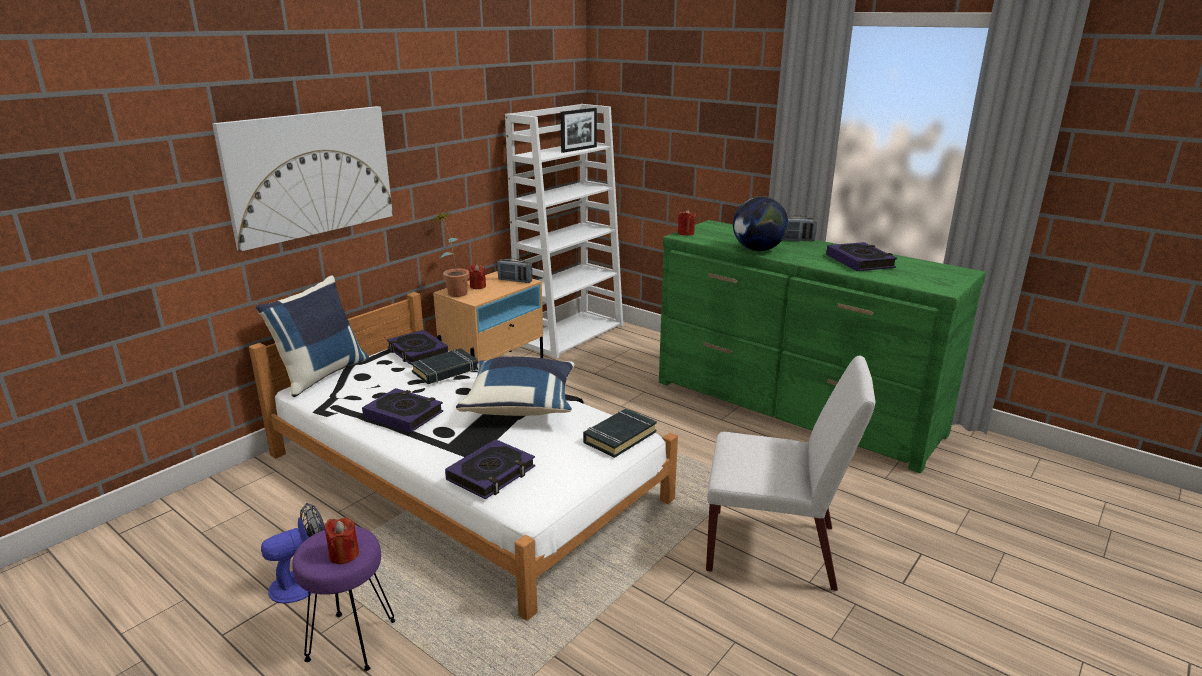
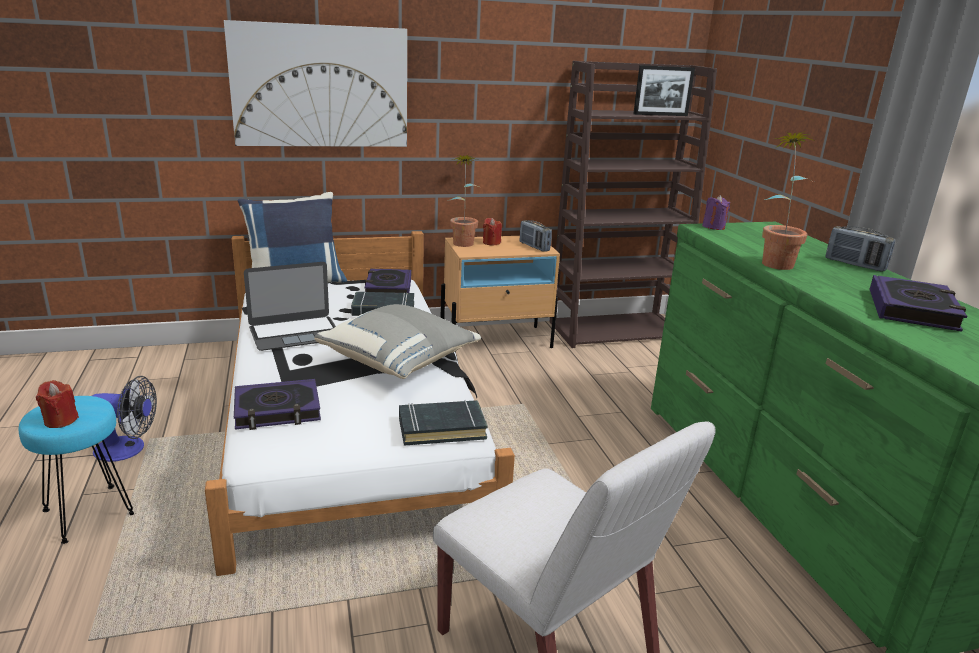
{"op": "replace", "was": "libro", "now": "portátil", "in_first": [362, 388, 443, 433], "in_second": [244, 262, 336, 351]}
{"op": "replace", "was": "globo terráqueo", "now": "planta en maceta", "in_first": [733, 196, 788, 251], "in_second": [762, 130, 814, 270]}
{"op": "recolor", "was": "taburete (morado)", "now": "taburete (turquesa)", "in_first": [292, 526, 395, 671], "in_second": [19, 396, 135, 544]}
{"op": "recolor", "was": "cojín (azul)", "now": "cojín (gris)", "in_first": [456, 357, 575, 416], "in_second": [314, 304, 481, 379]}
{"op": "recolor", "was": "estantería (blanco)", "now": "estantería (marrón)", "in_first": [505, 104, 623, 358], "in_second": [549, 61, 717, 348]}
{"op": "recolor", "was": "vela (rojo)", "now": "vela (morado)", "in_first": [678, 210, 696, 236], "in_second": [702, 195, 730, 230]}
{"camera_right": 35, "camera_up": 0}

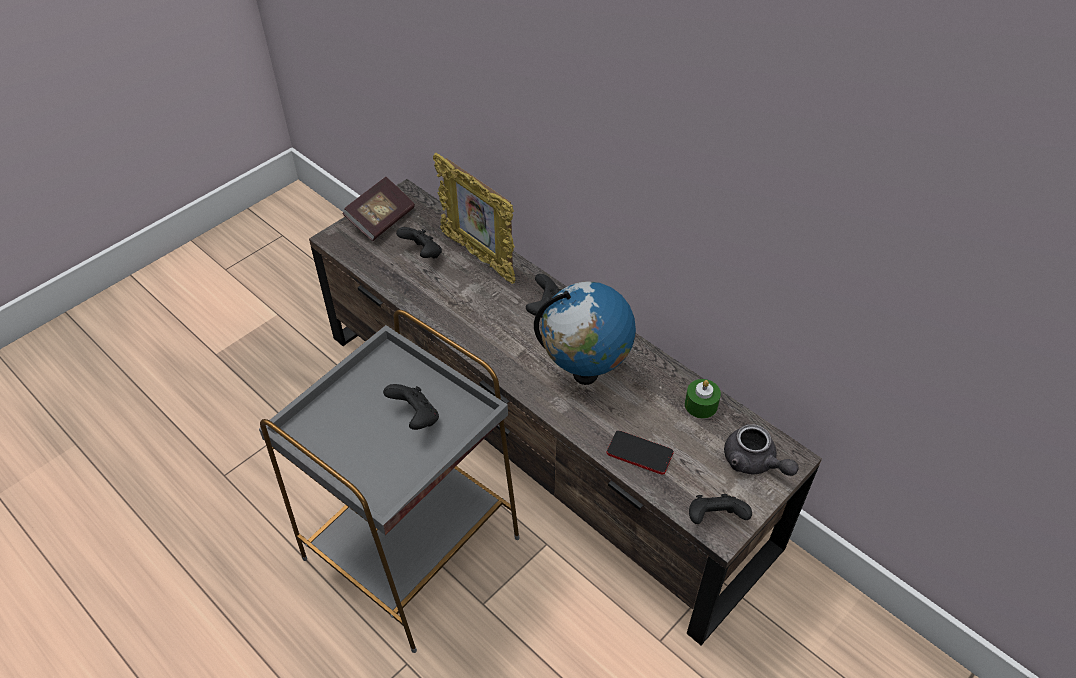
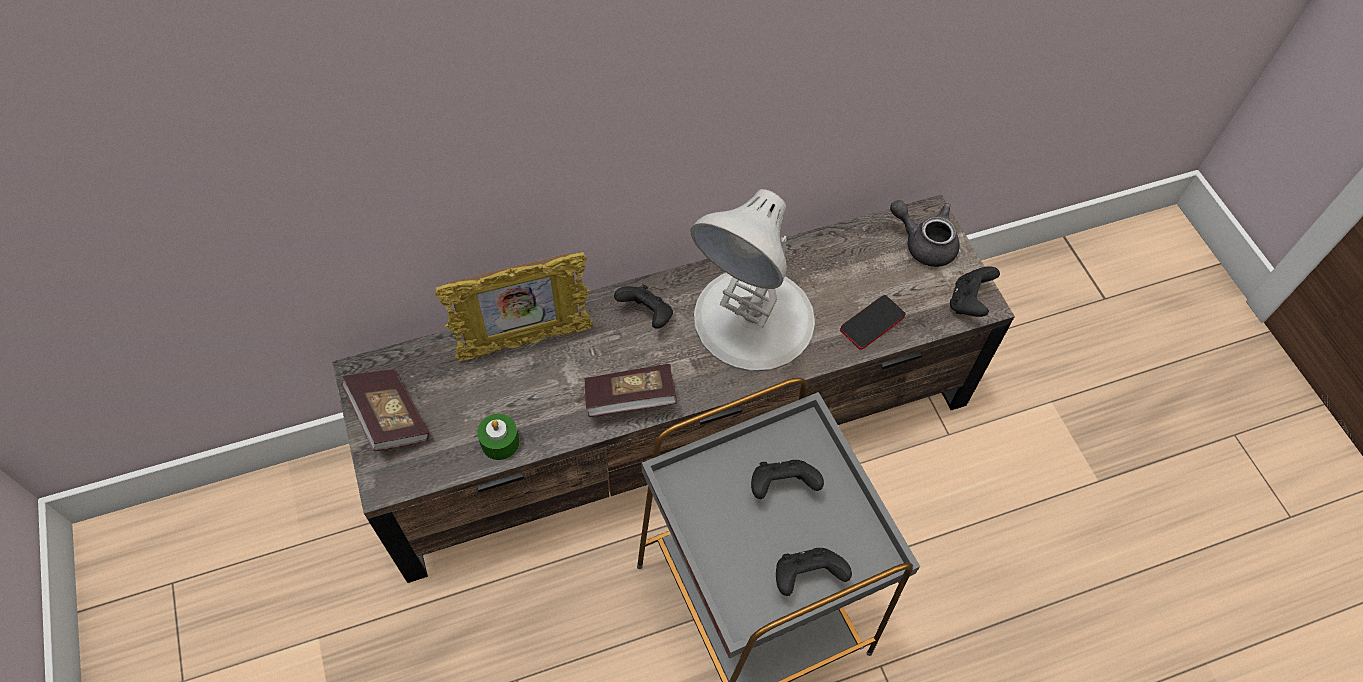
{"op": "insert", "now": "libro", "in_second": [585, 364, 677, 417]}
{"op": "move", "was": "mando de consola (negro)", "in_first": [396, 227, 442, 259], "in_second": [776, 548, 852, 596]}
{"op": "move", "was": "vela (verde)", "in_first": [685, 379, 721, 419], "in_second": [477, 414, 520, 460]}
{"op": "replace", "was": "globo terráqueo", "now": "lámpara de mesa (blanco)", "in_first": [534, 282, 636, 385], "in_second": [691, 189, 815, 371]}
{"op": "rotate", "was": "tetera (gris)", "in_first": [724, 424, 799, 476], "in_second": [890, 200, 960, 267], "clockwise": -135}
{"camera_right": -65, "camera_up": 10}

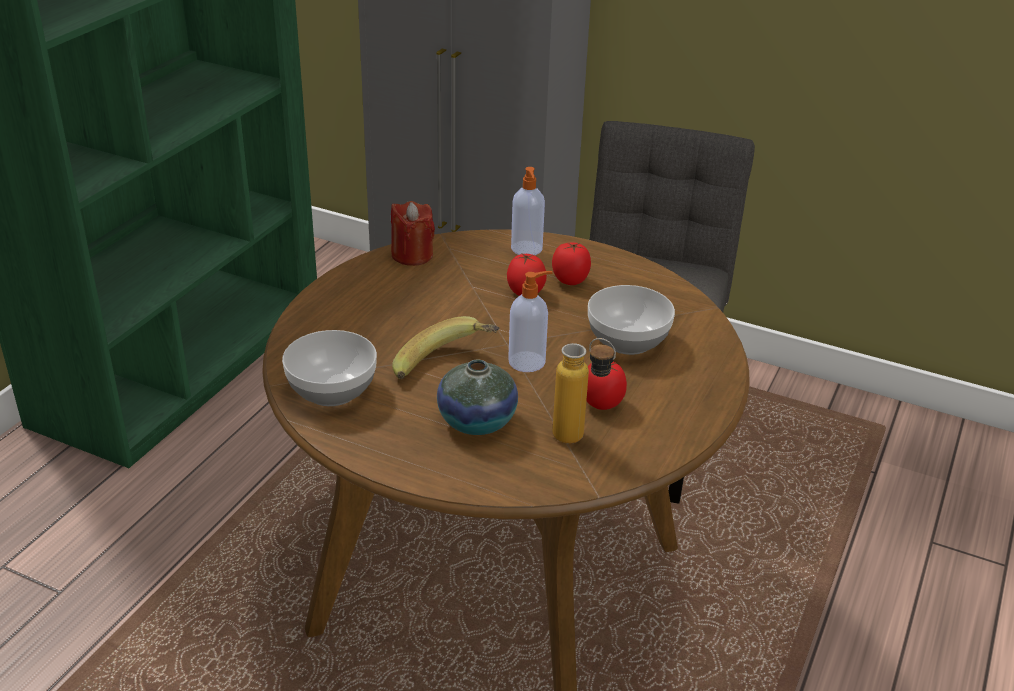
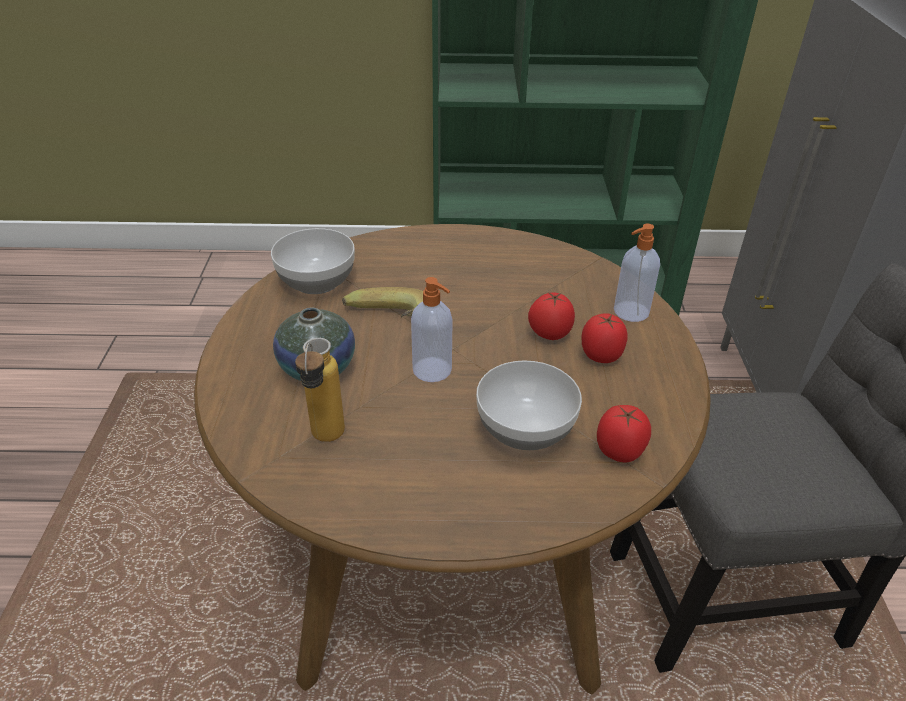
{"op": "delete", "was": "vela (rojo)", "in_first": [391, 201, 435, 266]}
{"op": "move", "was": "tomate", "in_first": [586, 362, 627, 410], "in_second": [597, 405, 651, 462]}
{"camera_right": 65, "camera_up": 5}

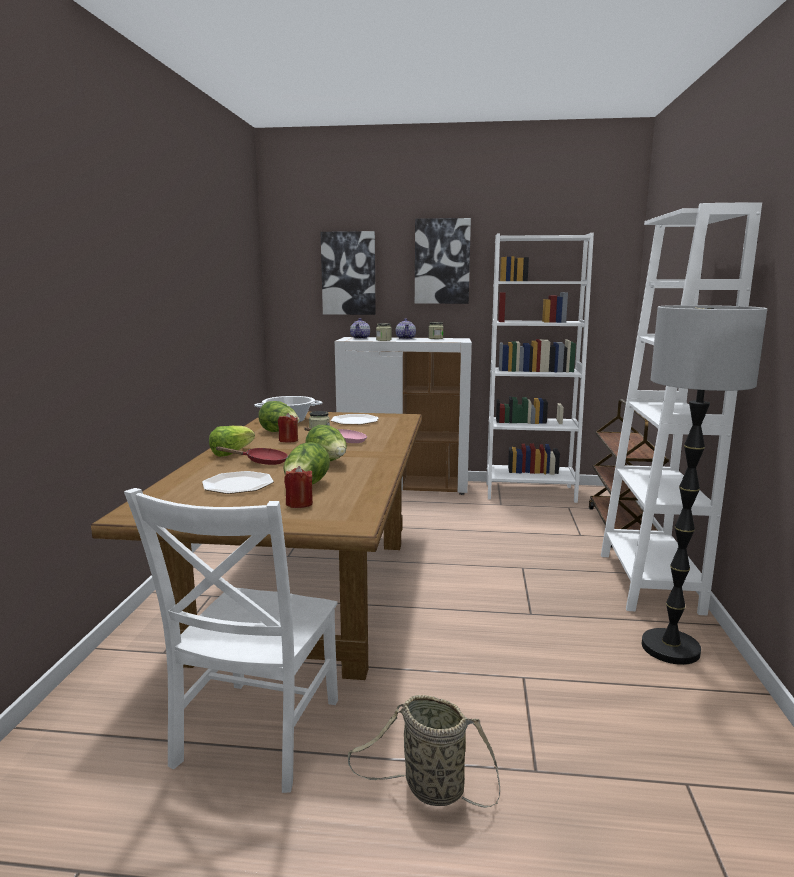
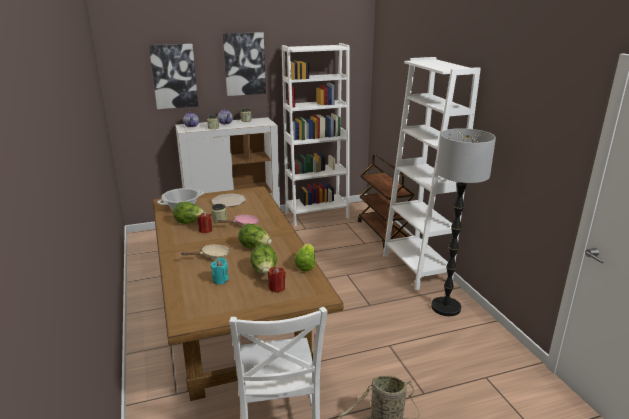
{"op": "move", "was": "lechuga", "in_first": [209, 426, 255, 457], "in_second": [294, 243, 315, 271]}
{"op": "replace", "was": "plato", "now": "vela (turquesa)", "in_first": [202, 471, 274, 494], "in_second": [211, 258, 229, 284]}
{"op": "recolor", "was": "sartén (rojo)", "now": "sartén (beis)", "in_first": [216, 446, 288, 465], "in_second": [182, 244, 230, 259]}
{"camera_right": -25, "camera_up": 10}

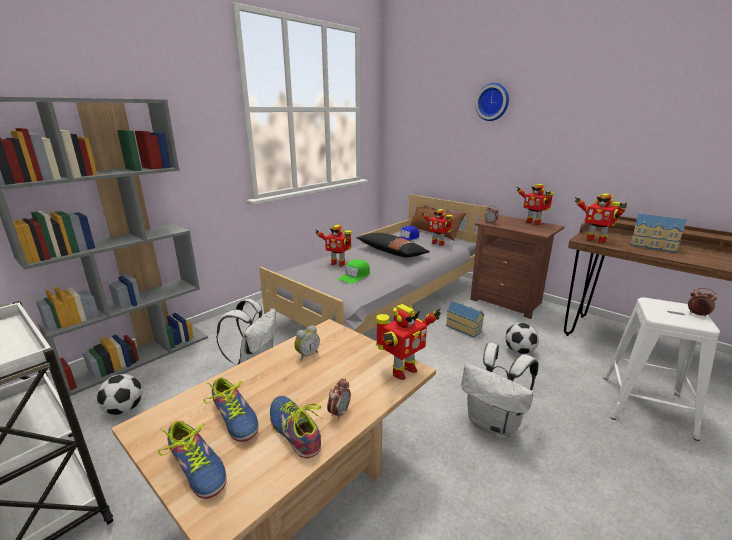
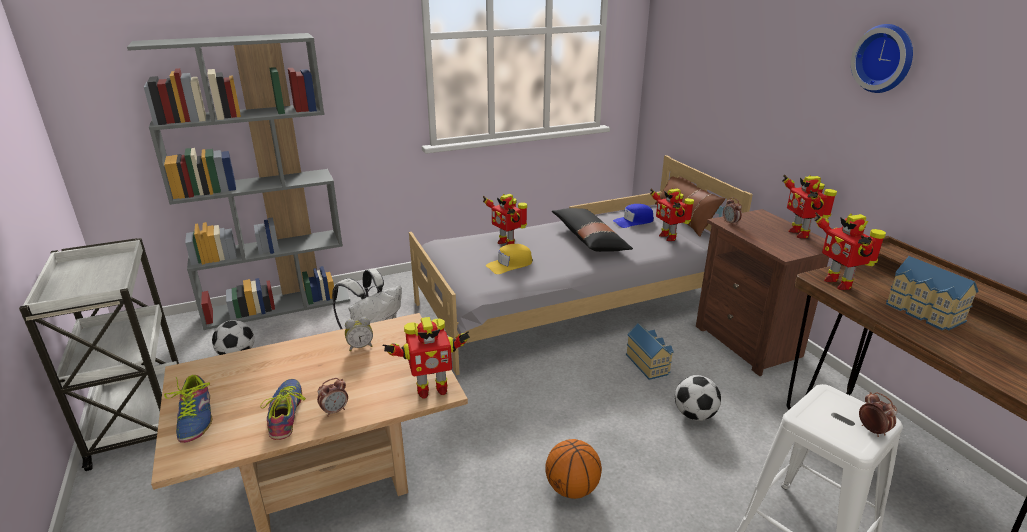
{"op": "delete", "was": "zapato", "in_first": [203, 378, 259, 442]}
{"op": "move", "was": "reloj de pared", "in_first": [475, 83, 509, 121], "in_second": [851, 24, 913, 93]}
{"op": "replace", "was": "mochila (blanco)", "now": "balón de baloncesto", "in_first": [461, 343, 539, 439], "in_second": [545, 439, 602, 499]}
{"op": "recolor", "was": "gorra (verde)", "now": "gorra (amarillo)", "in_first": [338, 259, 370, 284], "in_second": [486, 244, 533, 274]}
{"camera_right": 25, "camera_up": 5}

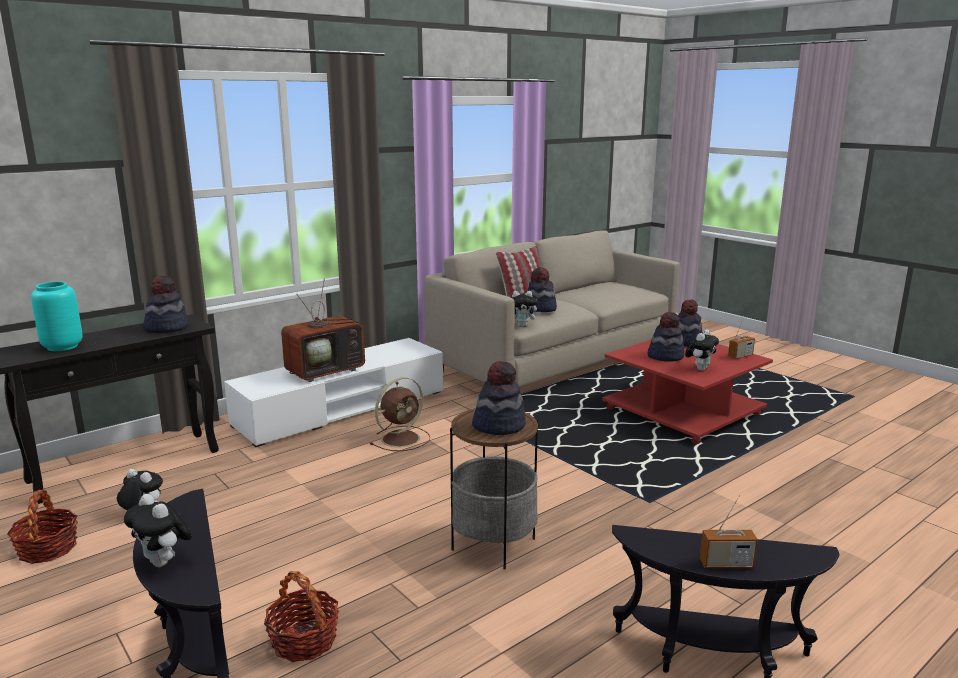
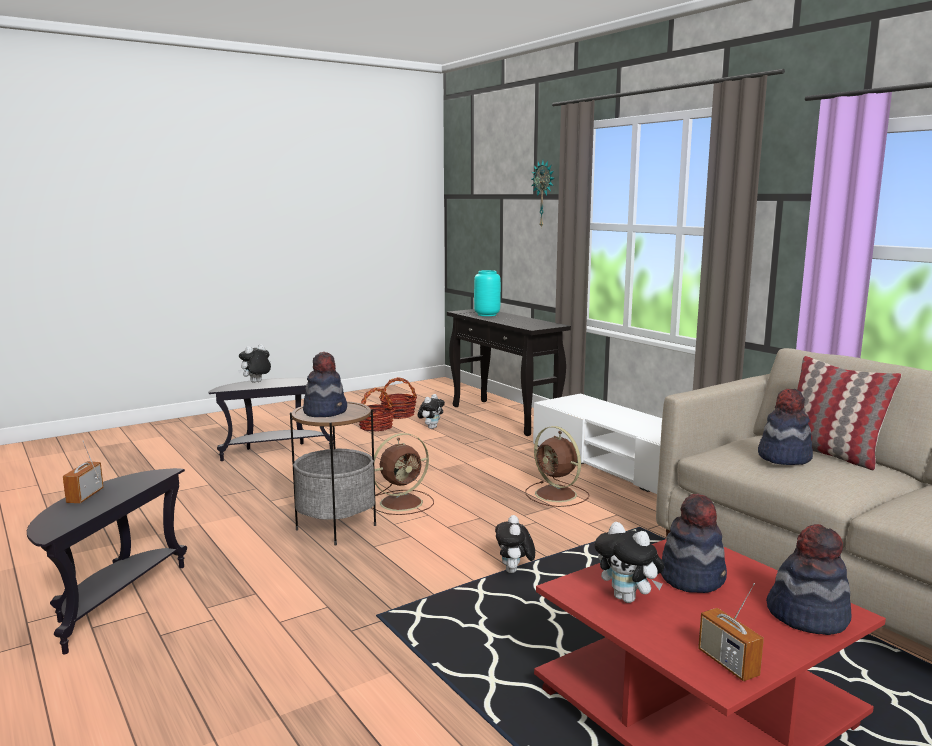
{"op": "delete", "was": "sombrero", "in_first": [143, 276, 189, 333]}
{"op": "delete", "was": "televisor", "in_first": [281, 278, 365, 382]}
{"op": "insert", "now": "ventilador (marrón)", "in_second": [372, 433, 434, 515]}
{"op": "insert", "now": "reloj de pared", "in_second": [531, 160, 555, 228]}
{"op": "move", "was": "cesta", "in_first": [264, 571, 339, 662], "in_second": [359, 388, 395, 432]}
{"op": "move", "was": "peluche", "in_first": [511, 291, 541, 327], "in_second": [495, 515, 535, 573]}
{"camera_right": 95, "camera_up": -5}

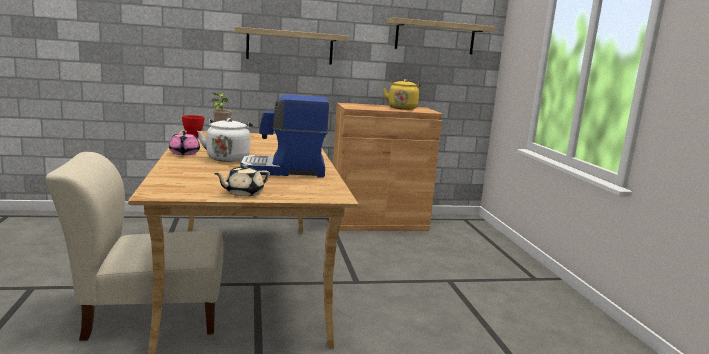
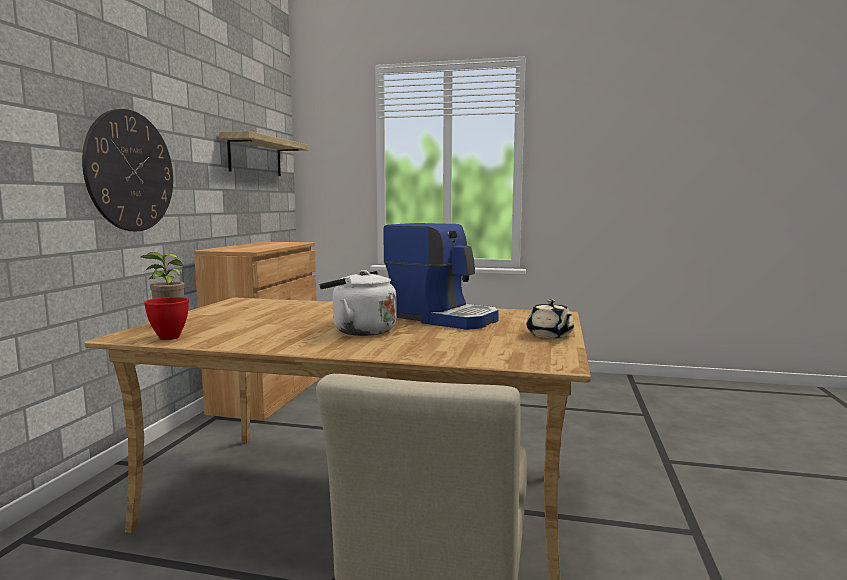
{"op": "delete", "was": "tetera (rosa)", "in_first": [169, 131, 200, 155]}
{"op": "delete", "was": "hervidor (amarillo)", "in_first": [383, 79, 421, 110]}
{"op": "replace", "was": "estante", "now": "reloj de pared", "in_first": [234, 27, 348, 65], "in_second": [82, 109, 173, 231]}
{"op": "rotate", "was": "cafetera", "in_first": [240, 95, 329, 178], "in_second": [383, 223, 499, 330], "clockwise": -75}
{"camera_right": -65, "camera_up": -5}

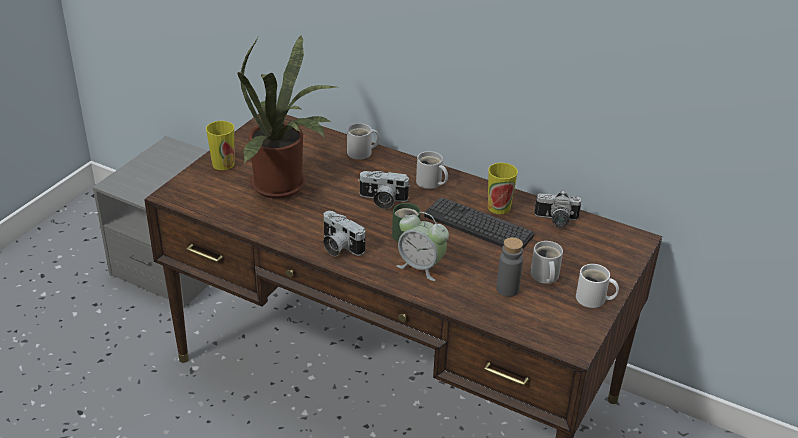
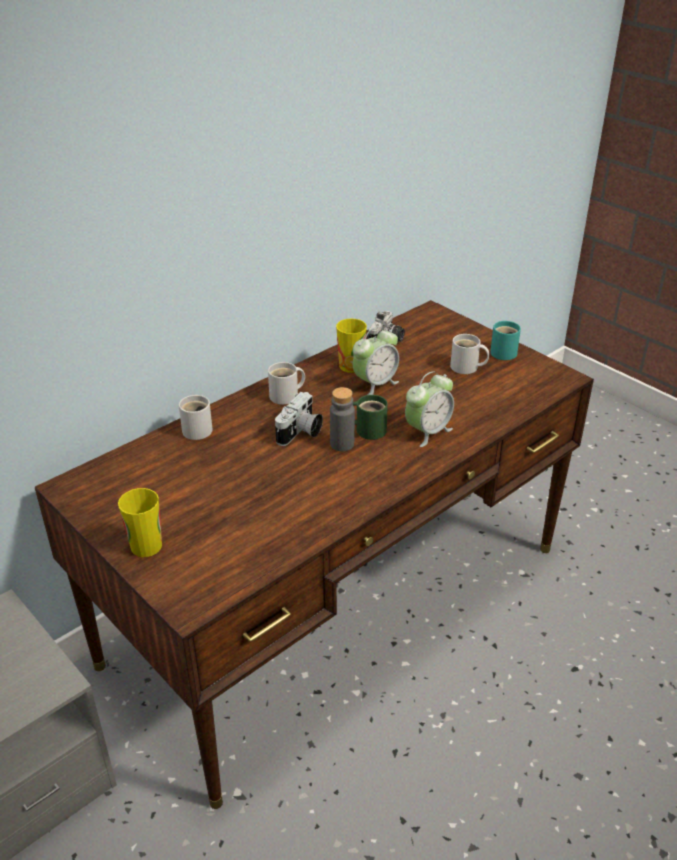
{"op": "delete", "was": "planta en maceta", "in_first": [238, 35, 340, 198]}
{"op": "delete", "was": "cámara", "in_first": [323, 211, 365, 256]}
{"op": "move", "was": "botella (gris)", "in_first": [496, 237, 523, 297], "in_second": [330, 387, 355, 451]}
{"op": "replace", "was": "teclado", "now": "despertador", "in_first": [424, 197, 534, 249], "in_second": [353, 326, 399, 395]}
{"op": "recolor", "was": "taza grande (blanco)", "now": "taza grande (turquesa)", "in_first": [576, 264, 619, 308], "in_second": [490, 321, 521, 360]}
{"camera_right": -70, "camera_up": 0}

